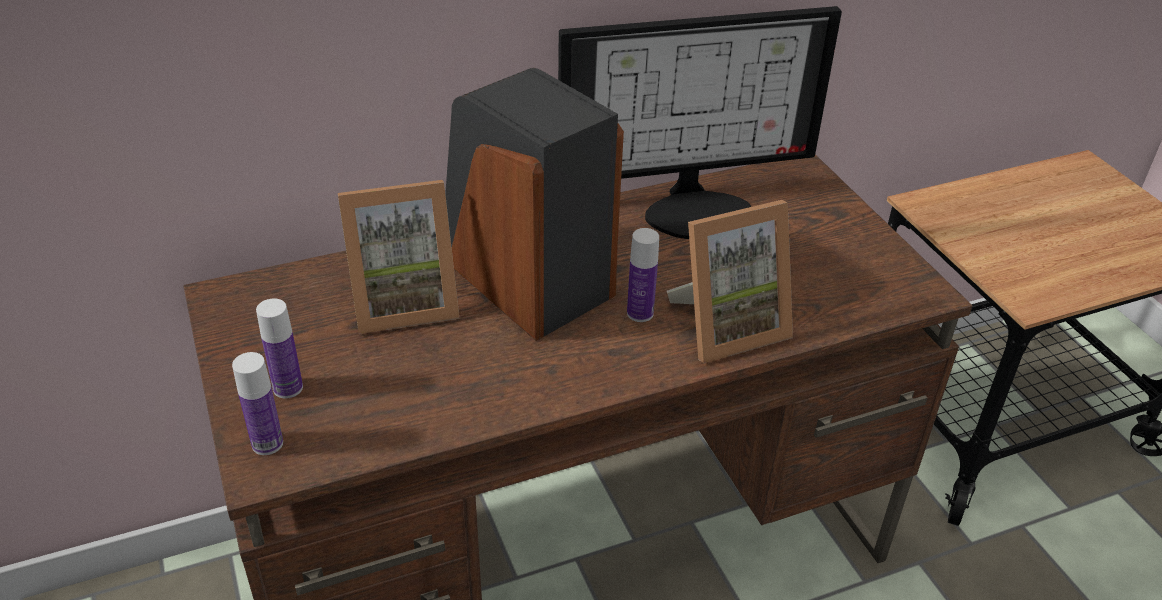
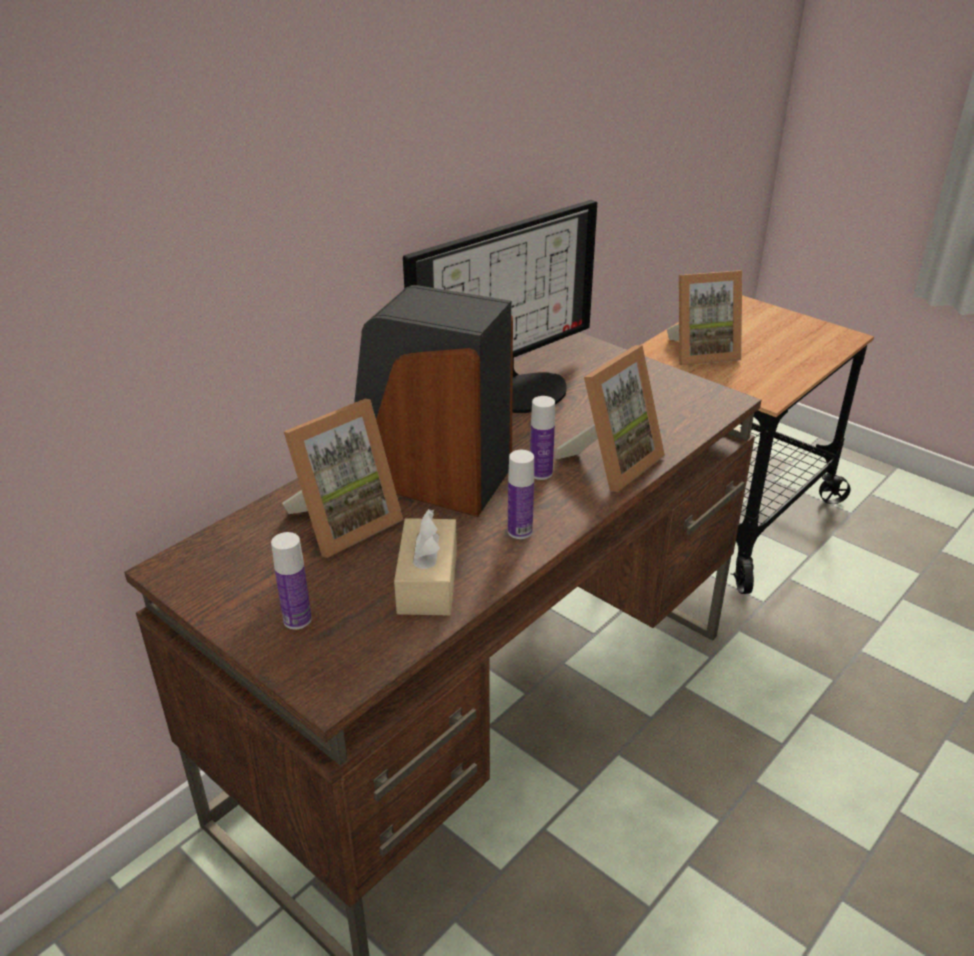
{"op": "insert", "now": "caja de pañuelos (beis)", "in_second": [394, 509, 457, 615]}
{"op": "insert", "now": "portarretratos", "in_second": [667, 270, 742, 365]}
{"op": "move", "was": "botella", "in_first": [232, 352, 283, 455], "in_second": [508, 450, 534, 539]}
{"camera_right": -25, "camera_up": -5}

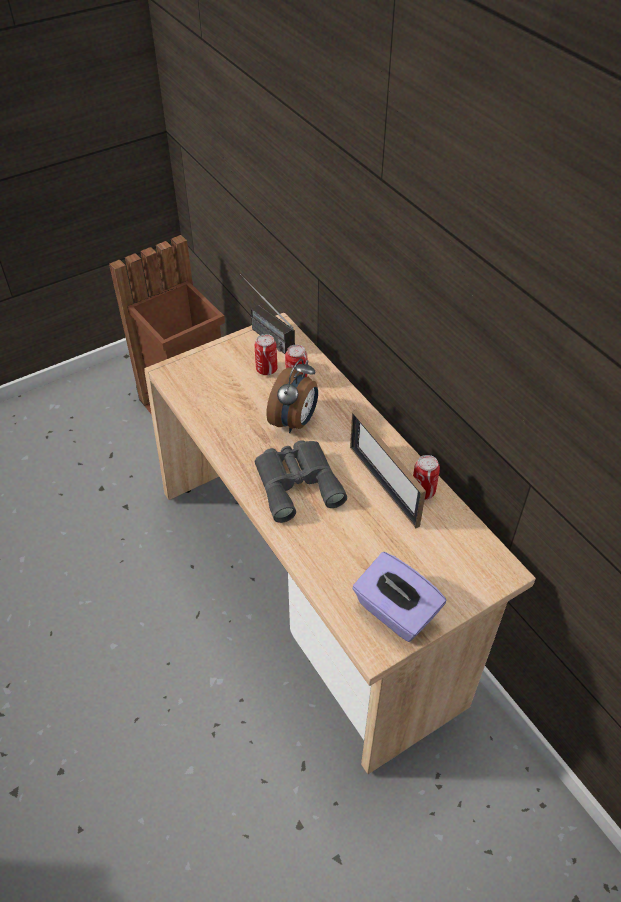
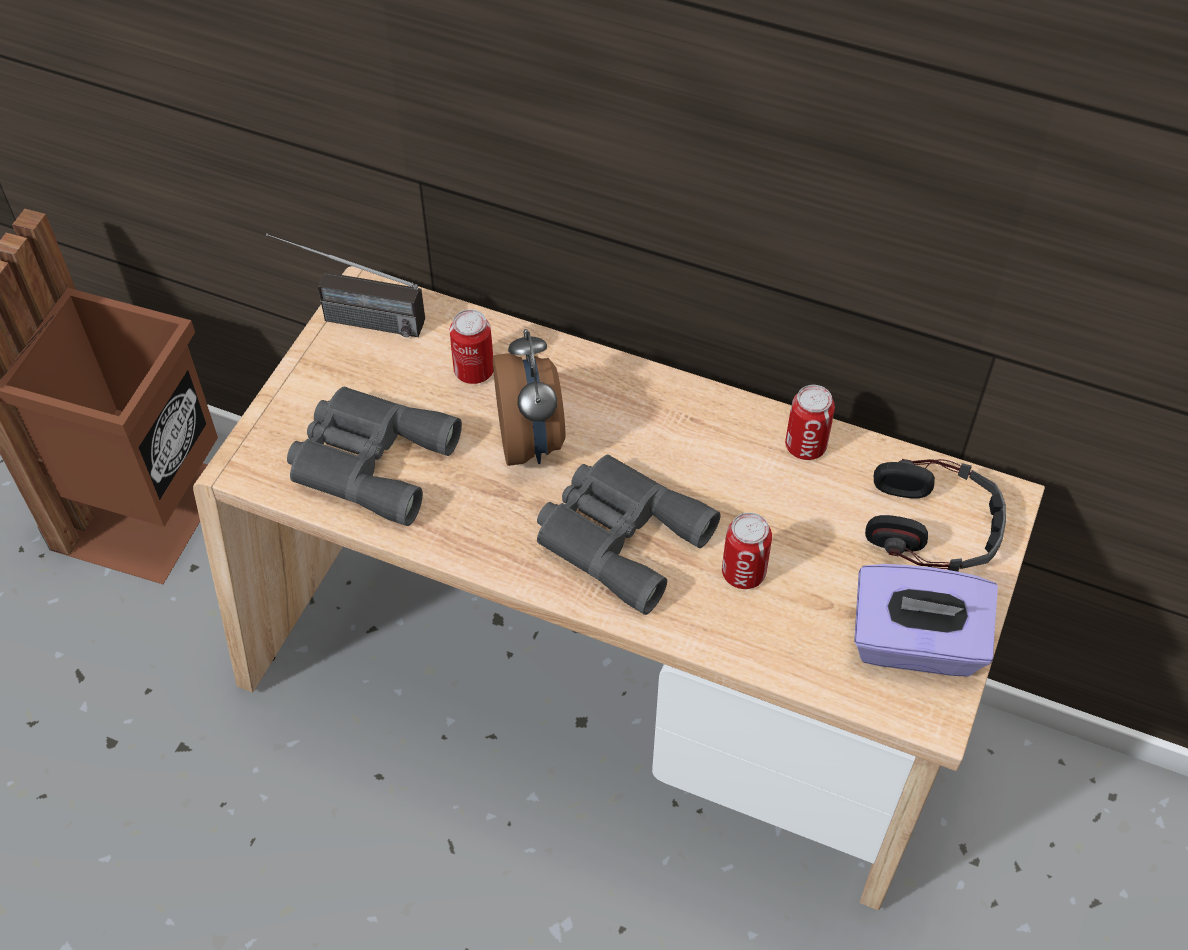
{"op": "delete", "was": "portarretratos", "in_first": [350, 410, 426, 528]}
{"op": "insert", "now": "prismáticos (gris)", "in_second": [287, 386, 462, 526]}
{"op": "insert", "now": "auriculares", "in_second": [865, 459, 1006, 572]}
{"op": "move", "was": "lata", "in_first": [255, 334, 277, 375], "in_second": [722, 512, 772, 589]}
{"camera_right": -35, "camera_up": 5}

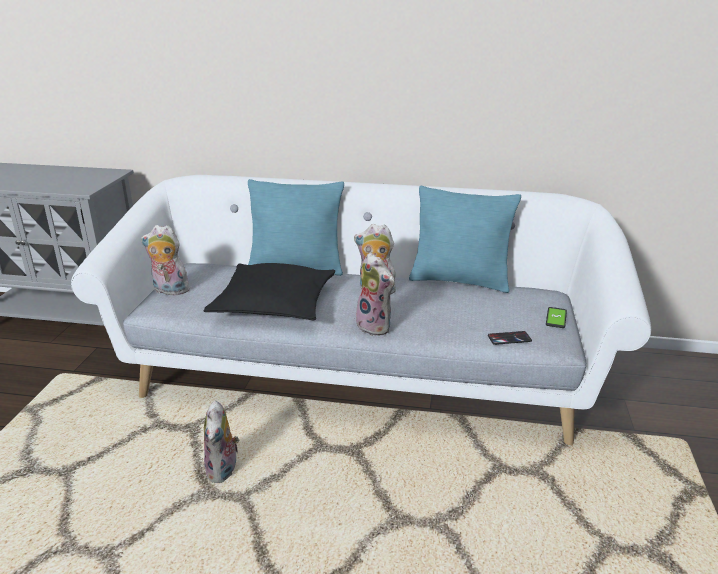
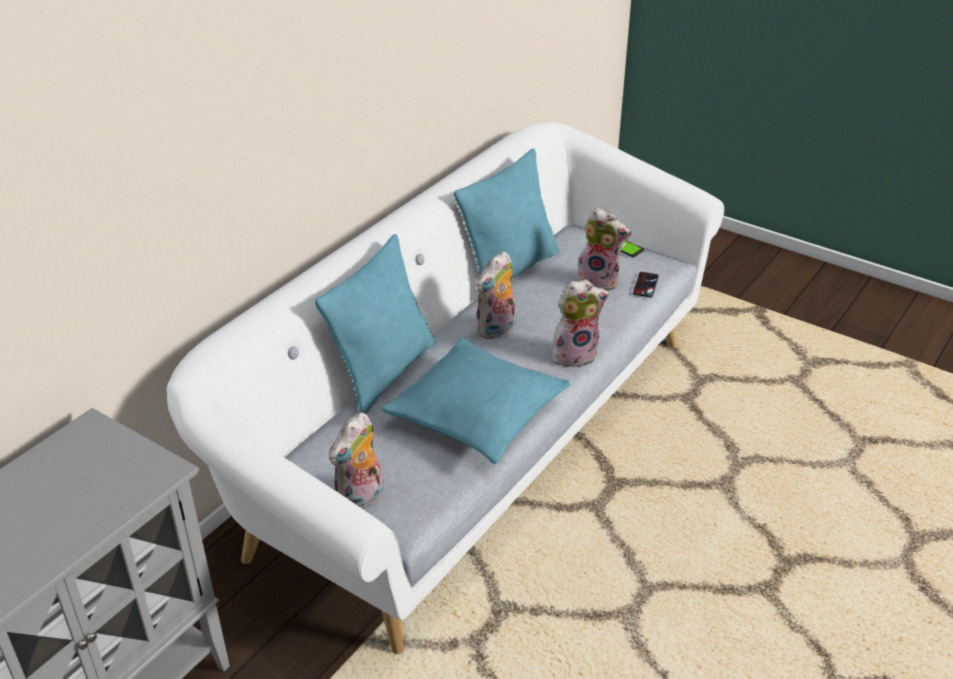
{"op": "move", "was": "peluche", "in_first": [204, 401, 239, 483], "in_second": [577, 208, 631, 291]}
{"op": "recolor", "was": "cojín (negro)", "now": "cojín (turquesa)", "in_first": [204, 263, 335, 321], "in_second": [381, 337, 570, 464]}
{"camera_right": -65, "camera_up": 10}

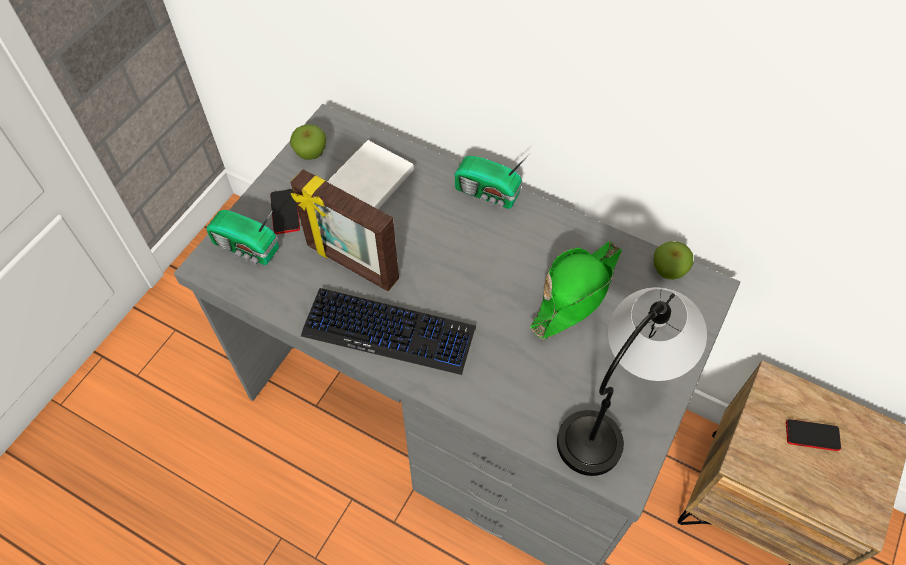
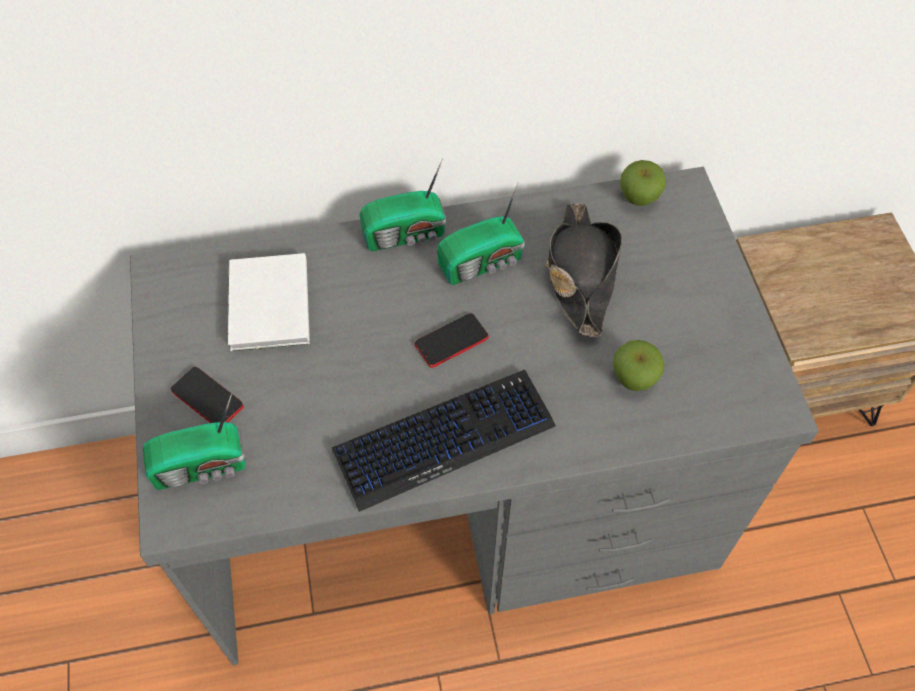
{"op": "delete", "was": "portarretratos", "in_first": [291, 169, 399, 291]}
{"op": "delete", "was": "lámpara de mesa", "in_first": [557, 287, 707, 476]}
{"op": "insert", "now": "radio", "in_second": [437, 183, 525, 285]}
{"op": "move", "was": "manzana", "in_first": [290, 124, 326, 160], "in_second": [613, 340, 665, 391]}
{"op": "move", "was": "móvil", "in_first": [786, 419, 841, 451], "in_second": [414, 313, 489, 368]}
{"op": "recolor", "was": "sombrero (verde)", "now": "sombrero (negro)", "in_first": [530, 241, 622, 340], "in_second": [546, 202, 622, 337]}
{"camera_right": -40, "camera_up": 0}

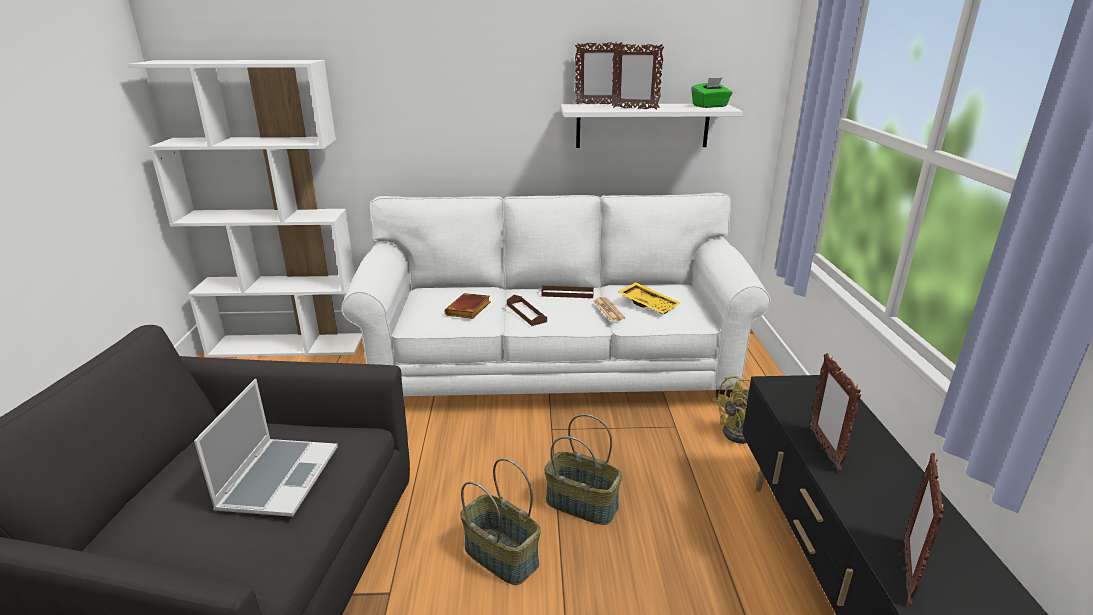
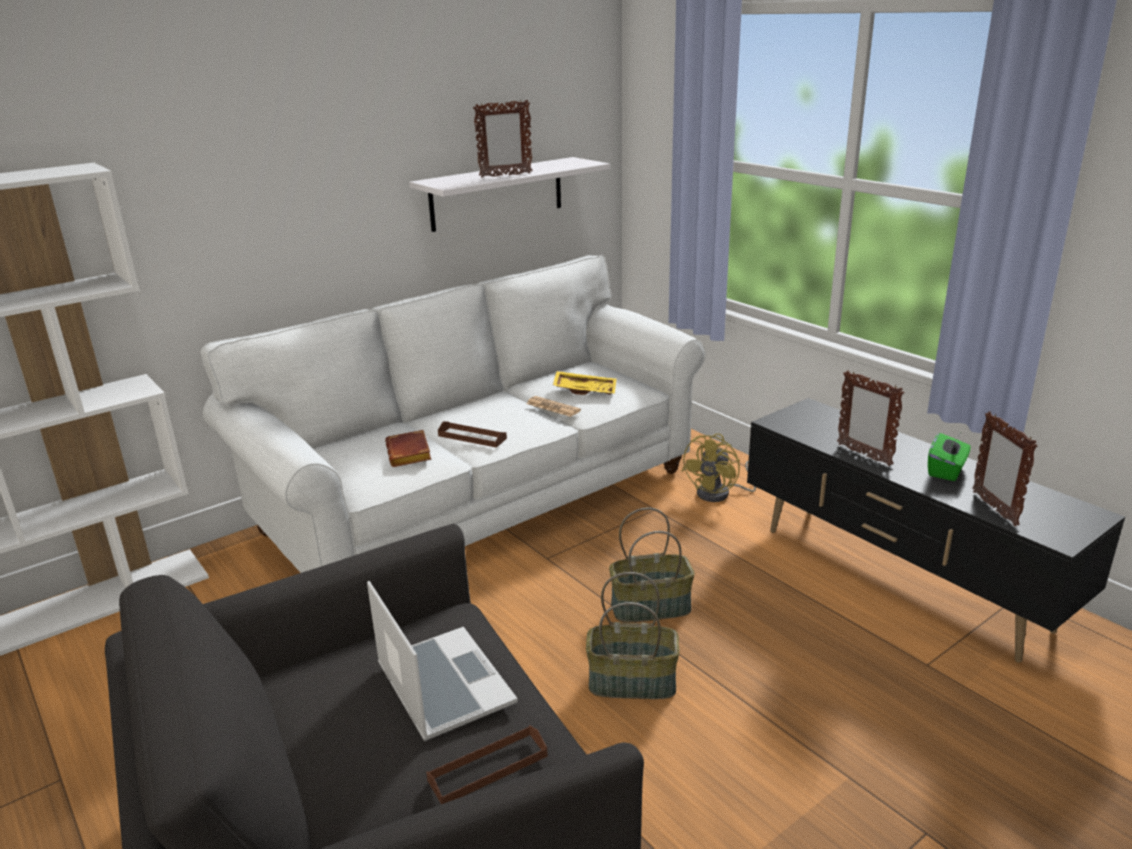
{"op": "delete", "was": "portarretratos", "in_first": [575, 42, 623, 104]}
{"op": "move", "was": "bandeja (marrón)", "in_first": [541, 285, 594, 298], "in_second": [426, 725, 548, 804]}
{"op": "move", "was": "caja de pañuelos (verde)", "in_first": [691, 78, 732, 108], "in_second": [928, 433, 971, 481]}
{"camera_right": -35, "camera_up": 0}

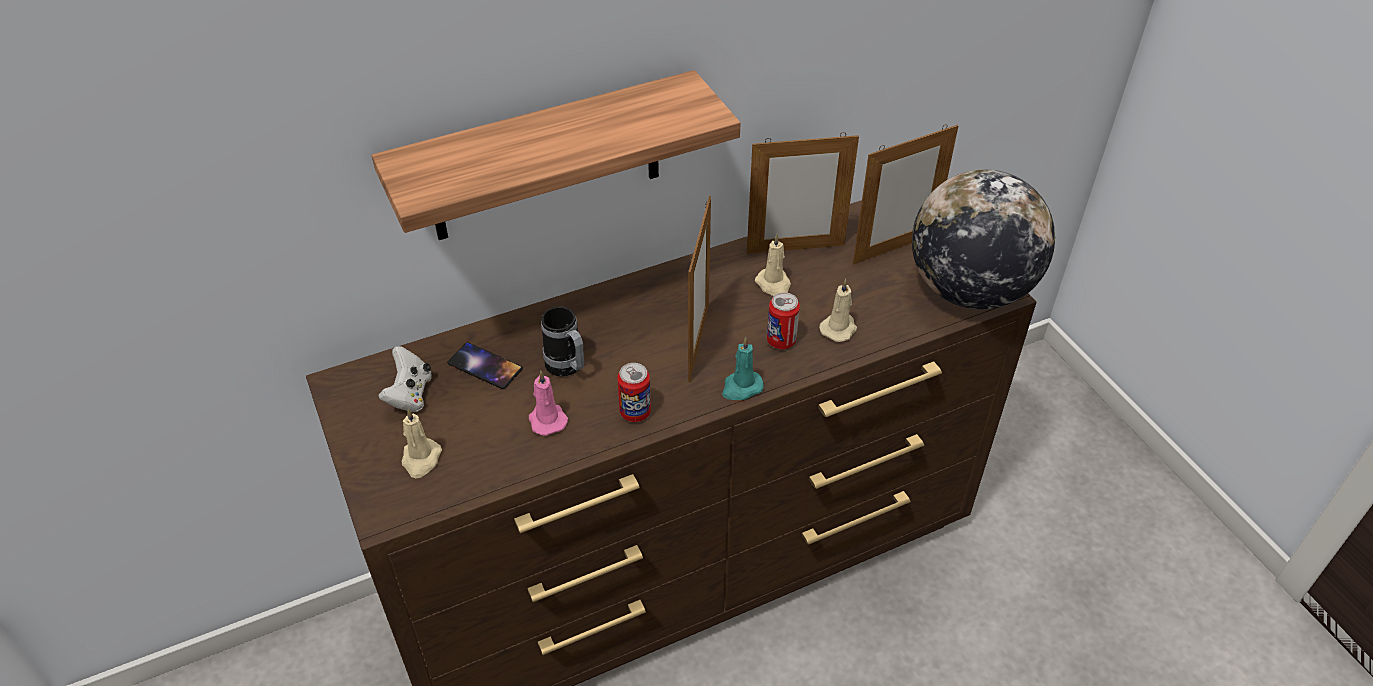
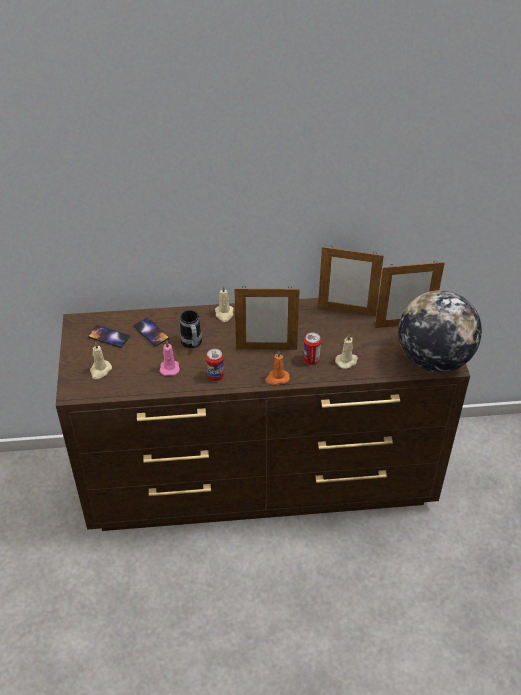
{"op": "delete", "was": "estante", "in_first": [372, 70, 741, 240]}
{"op": "move", "was": "vela (beis)", "in_first": [755, 234, 791, 296], "in_second": [215, 285, 234, 322]}
{"op": "replace", "was": "mando de consola (blanco)", "now": "móvil", "in_first": [378, 346, 432, 412], "in_second": [88, 325, 130, 348]}
{"op": "recolor", "was": "vela (turquesa)", "now": "vela (naranja)", "in_first": [722, 337, 764, 400], "in_second": [265, 351, 290, 385]}
{"op": "rotate", "was": "portarretratos", "in_first": [688, 196, 711, 382], "in_second": [235, 286, 300, 350], "clockwise": 60}
{"camera_right": 20, "camera_up": 0}

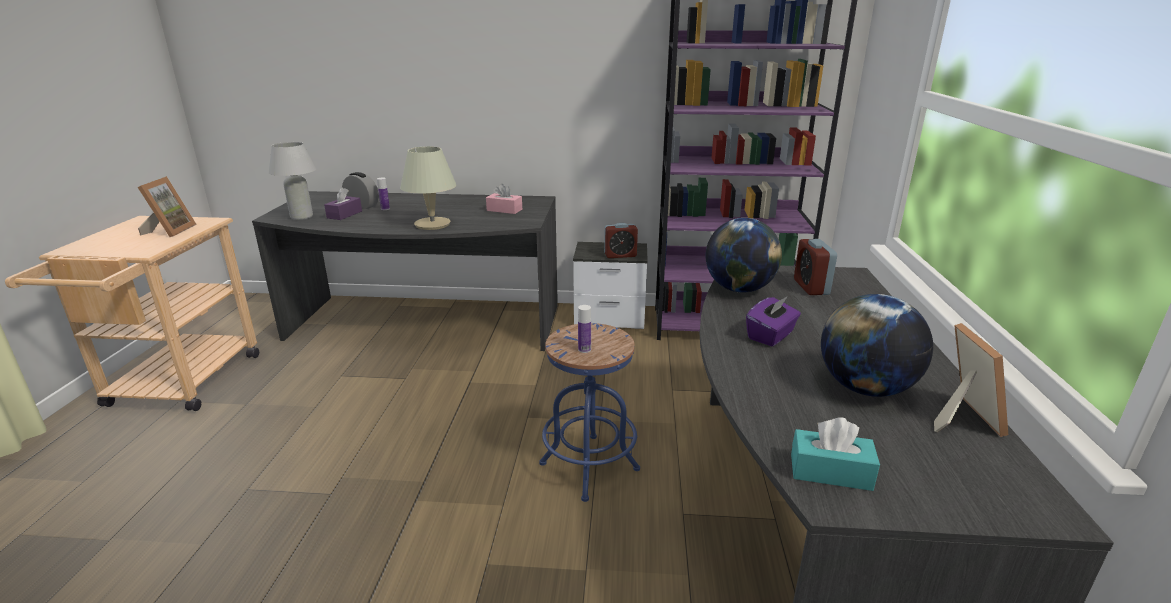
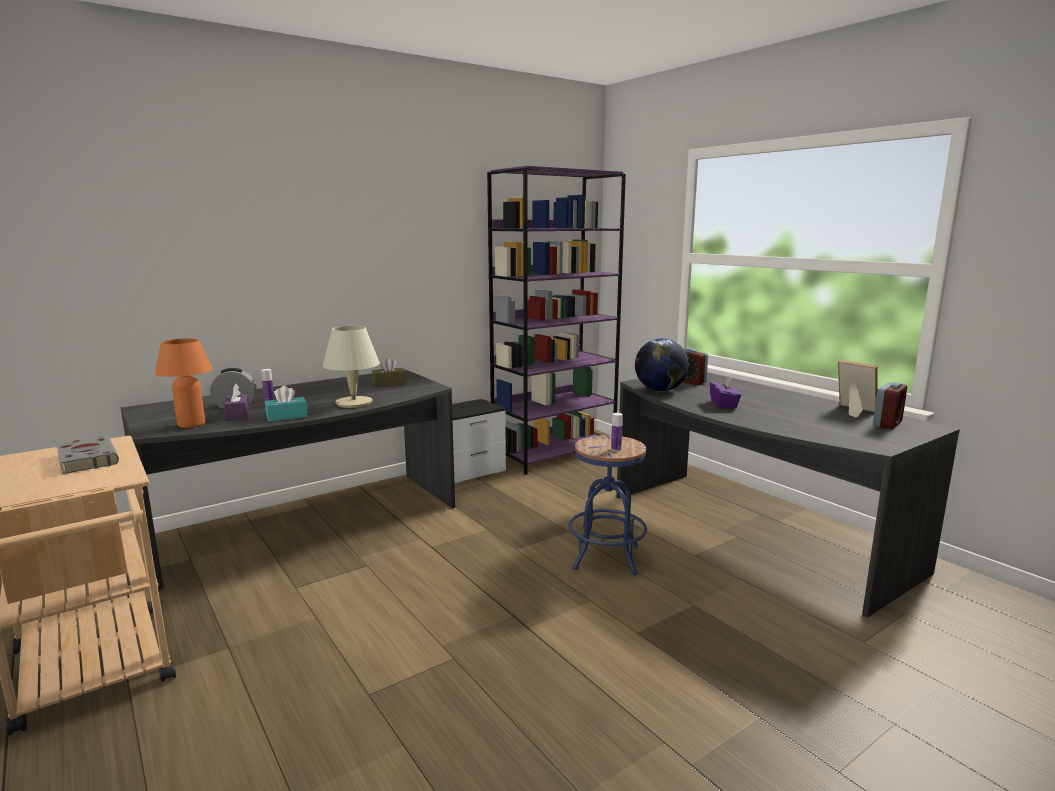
{"op": "delete", "was": "globo terráqueo", "in_first": [821, 294, 933, 397]}
{"op": "move", "was": "despertador", "in_first": [604, 223, 638, 258], "in_second": [873, 382, 907, 429]}
{"op": "move", "was": "caja de pañuelos (turquesa)", "in_first": [791, 417, 880, 491], "in_second": [265, 385, 308, 422]}
{"op": "replace", "was": "portarretratos", "now": "libro (gris)", "in_first": [138, 176, 197, 237], "in_second": [57, 435, 119, 474]}
{"op": "recolor", "was": "lámpara de mesa (blanco)", "now": "lámpara de mesa (naranja)", "in_first": [269, 142, 316, 220], "in_second": [155, 338, 213, 428]}
{"op": "recolor", "was": "caja de pañuelos (rosa)", "now": "caja de pañuelos (marrón)", "in_first": [486, 184, 522, 214], "in_second": [372, 358, 406, 387]}
{"camera_right": -40, "camera_up": -10}

